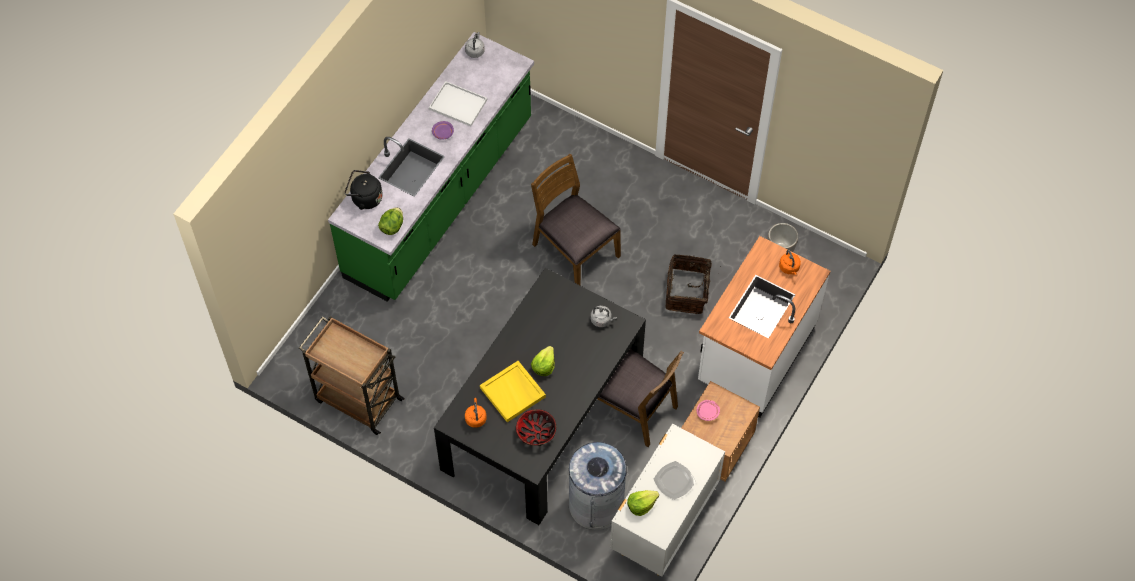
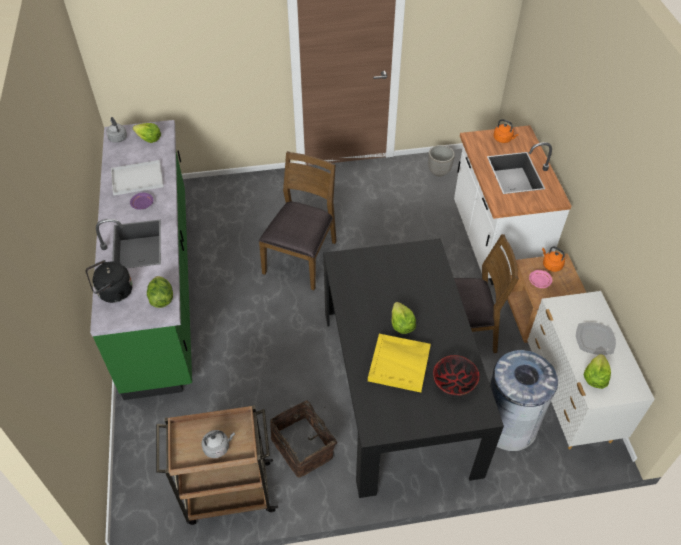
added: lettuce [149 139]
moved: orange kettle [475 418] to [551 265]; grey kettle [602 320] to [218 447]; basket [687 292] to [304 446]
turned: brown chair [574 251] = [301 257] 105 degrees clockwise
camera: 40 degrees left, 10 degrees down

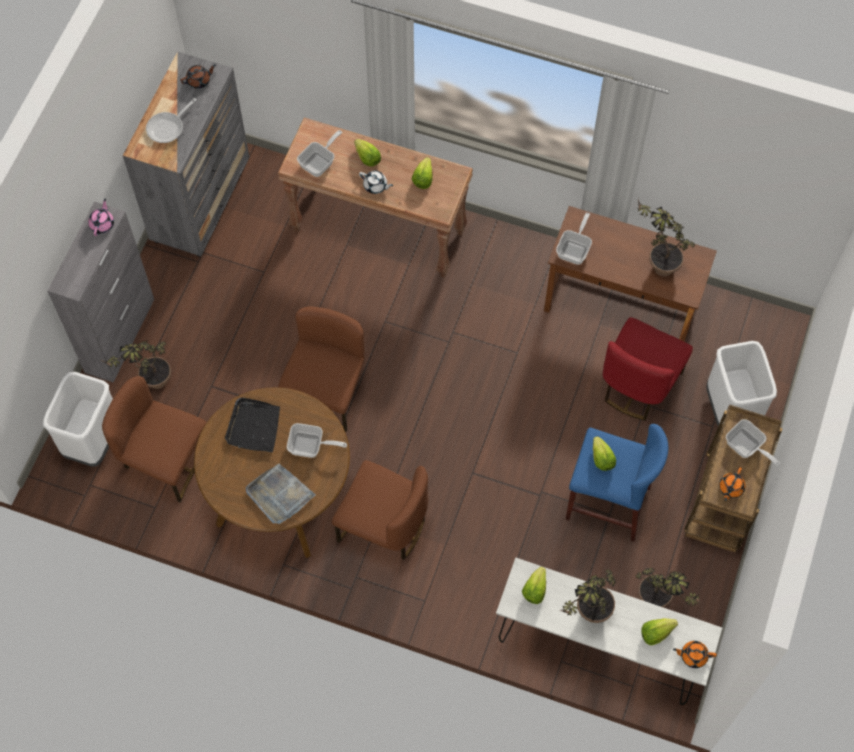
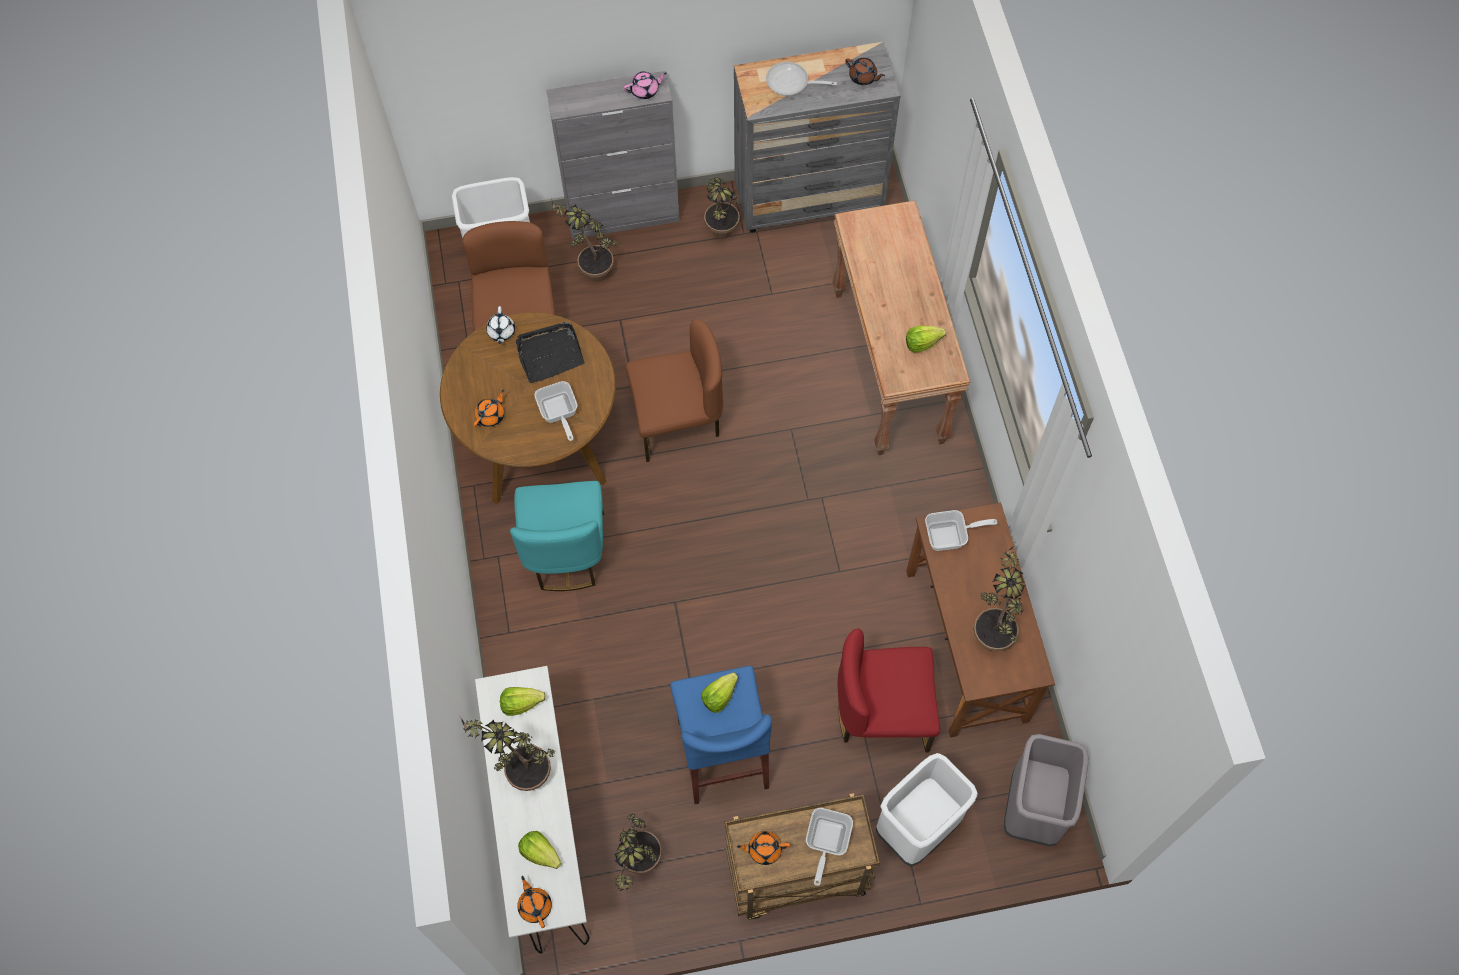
removed: frying pan [320 162]; lettuce [367 158]
added: potted plant [721 236]; grey trash can [1033 809]
moved: white teapot [375 186] to [501 332]
replaced: grey tray [279 495] to orange teapot [491 415]
recoloured: brown chair [383 526] to turquoise chair [565 551]
camera: 60 degrees right, 0 degrees up

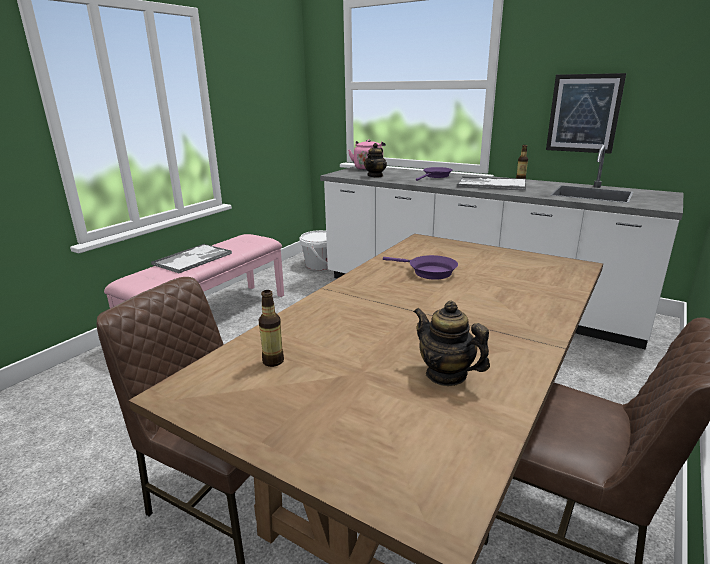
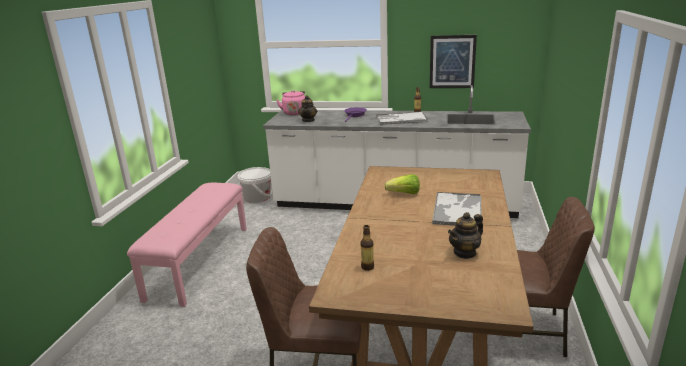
moved: tray [193 259] to [457 210]
replaced: purple frying pan [428 272] to lettuce [404 194]
turned: teapot [446 375] = [465 253] 60 degrees counterclockwise
camera: 20 degrees left, 0 degrees up

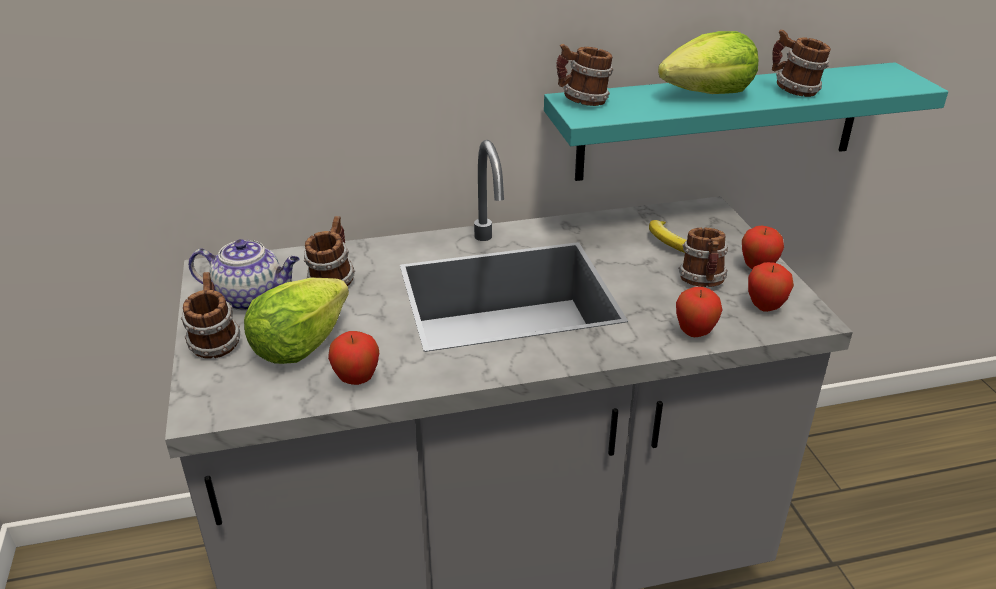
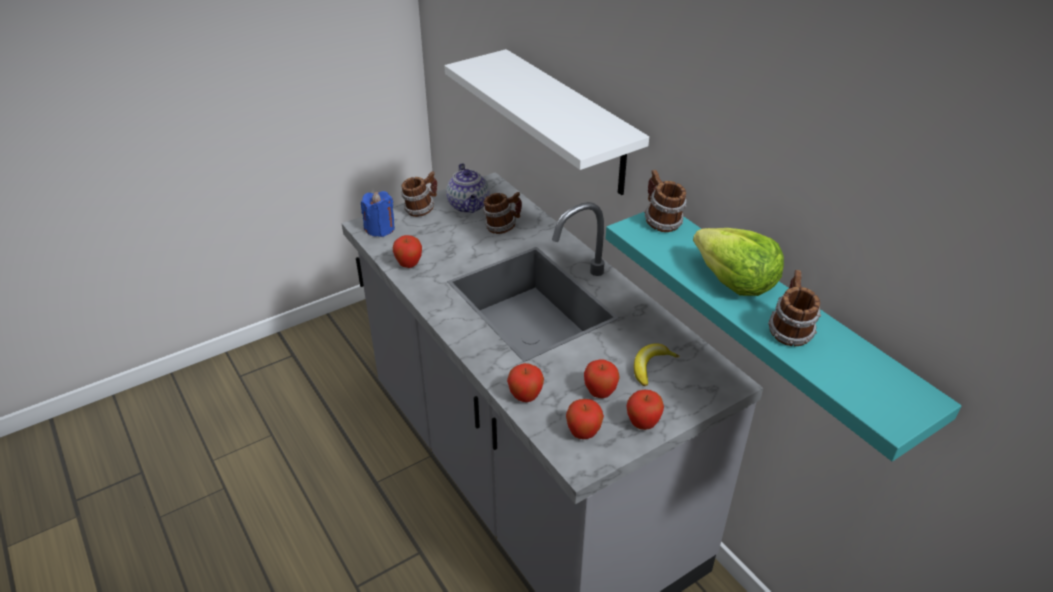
removed: lettuce [299 345]
added: blue candle [380 229]; white shelf [570 123]
replaced: mug [702 282] to apple [600 393]
camera: 70 degrees right, 5 degrees up

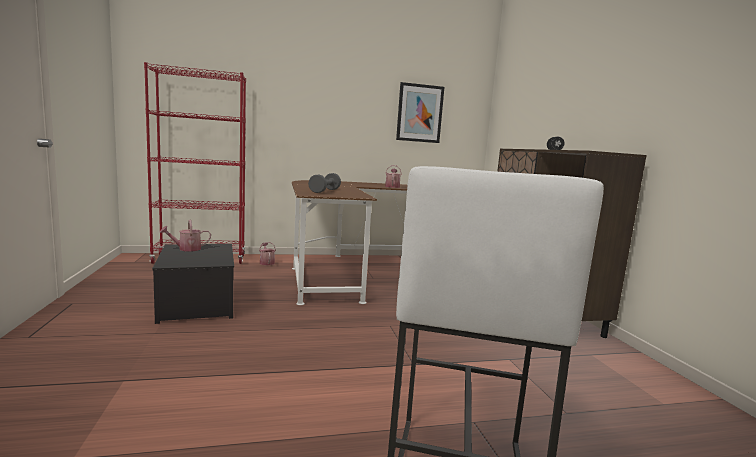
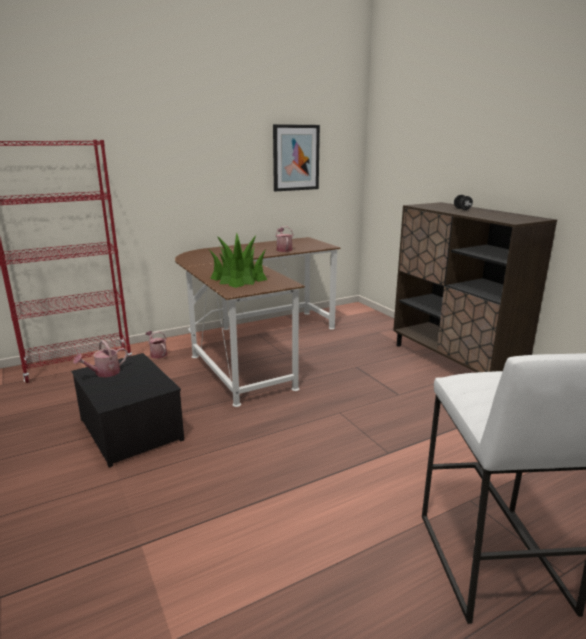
replaced: grey dumbbell [325 191] to potted plant [238 279]
camera: 15 degrees left, 10 degrees up

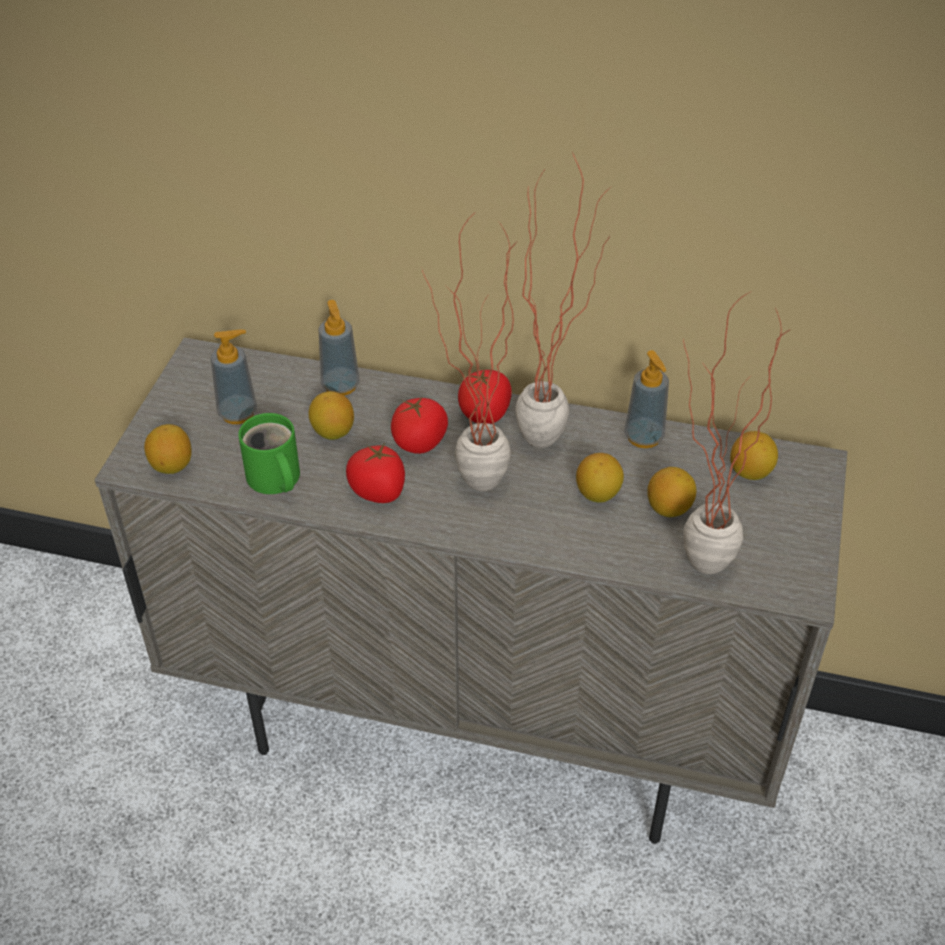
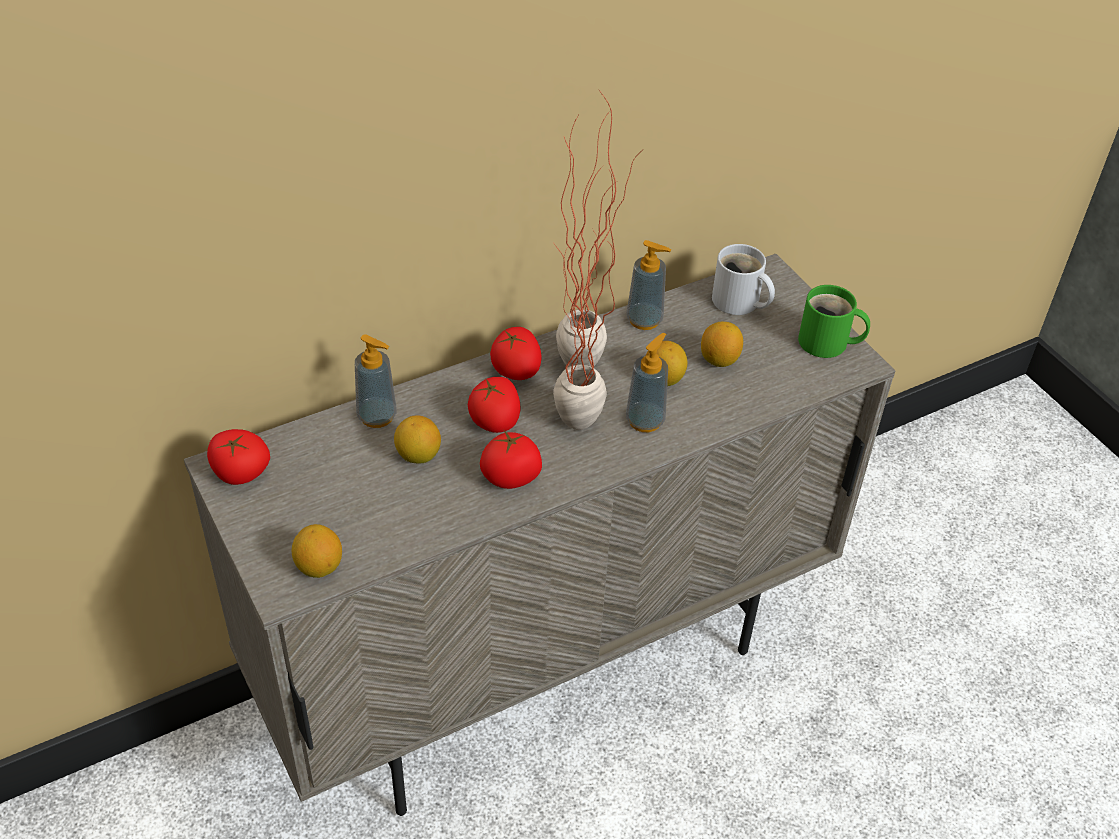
removed: potted plant [690 569]
added: tomato [240 473]
moved: soap dispenser [238 413] to [645 420]; green mug [273 479] to [827 344]
replaced: lemon [750 472] to white mug [738 303]
camera: 45 degrees left, 0 degrees up

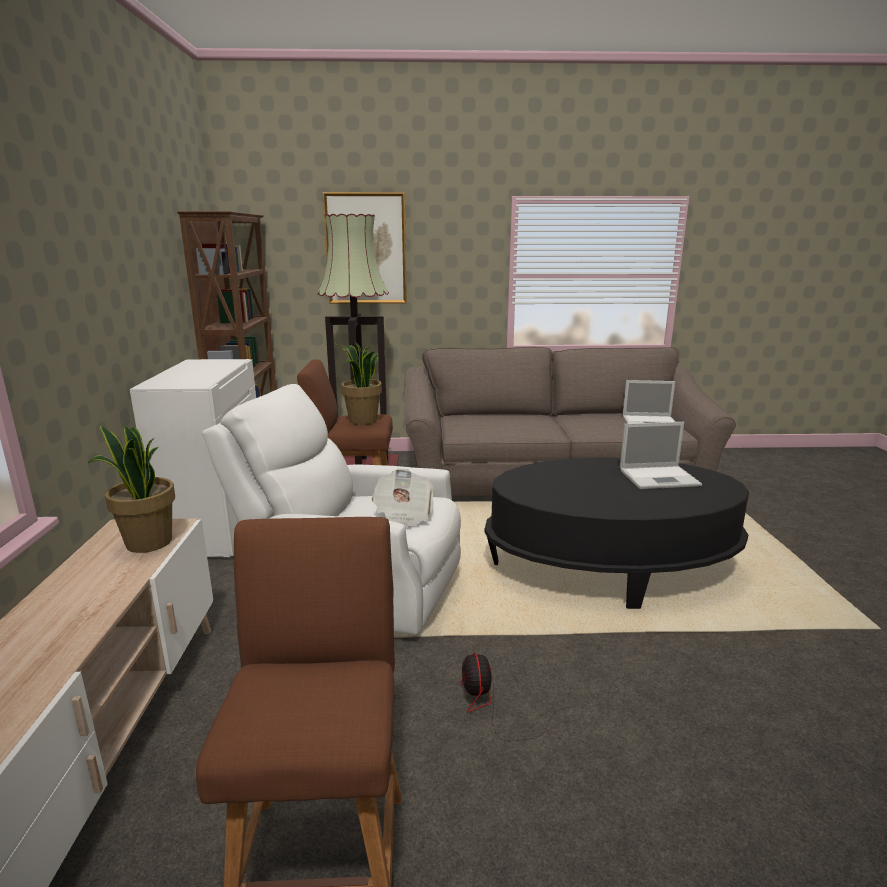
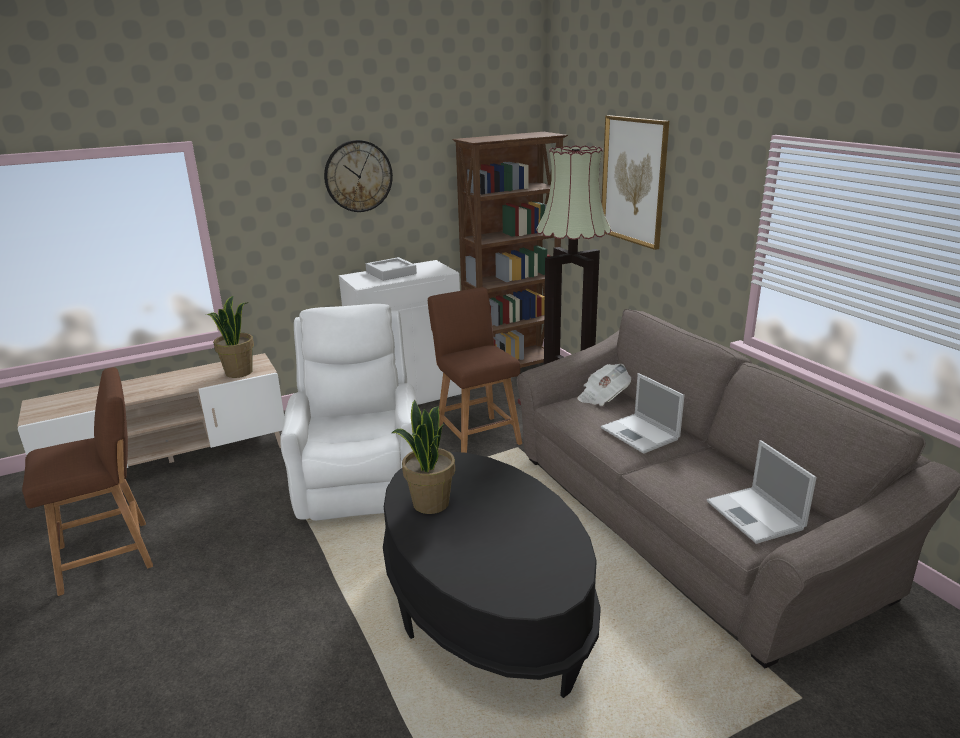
removed: fan [494 707]
added: wall clock [358 176]; grey tray [391 273]
moved: potted plant [362 420] to [430 503]; newspaper [403 515] to [602 397]; laptop [660 477] to [641 434]
camera: 65 degrees right, 5 degrees up

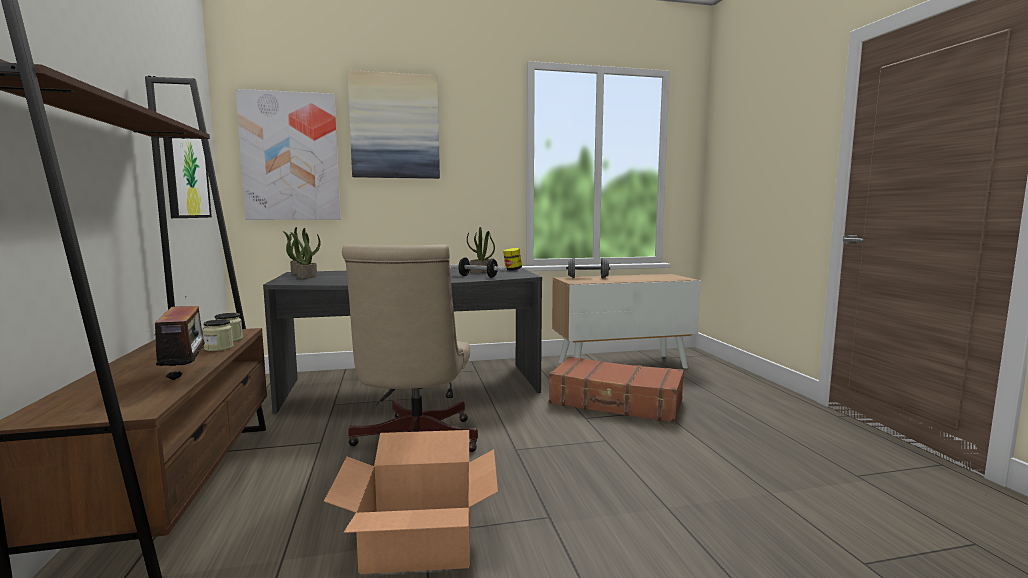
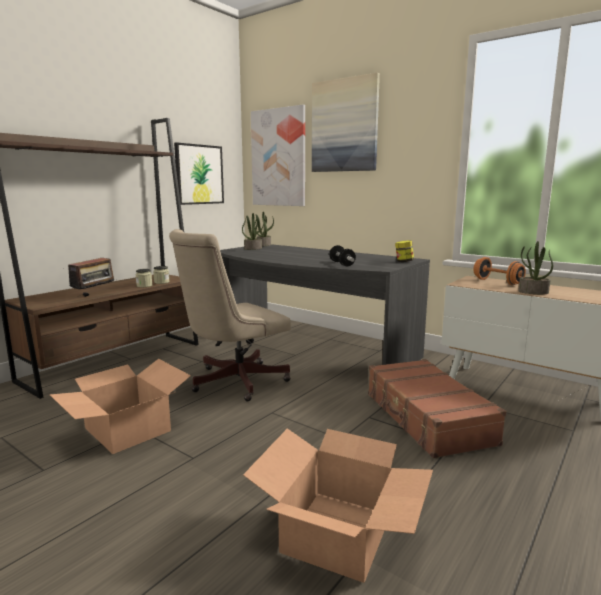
added: cardboard box [339 533]
moved: potted plant [481 272] to [533 292]
recoloured: grey dumbbell [587 278] to orange dumbbell [497 282]
camera: 50 degrees right, 5 degrees up

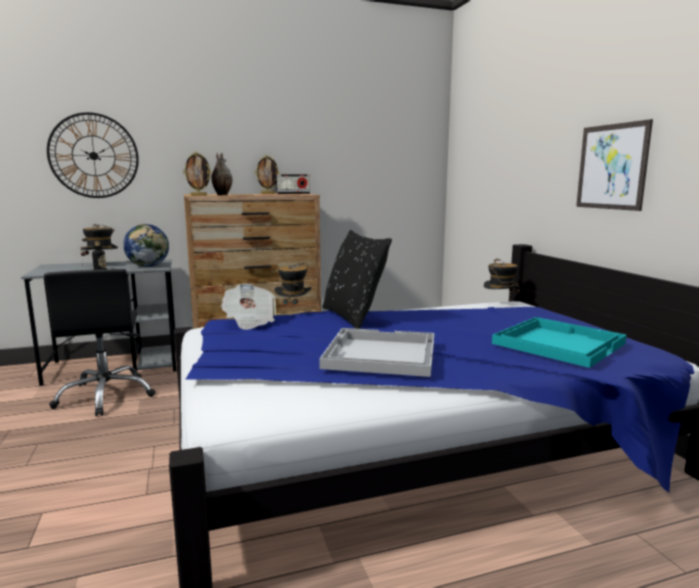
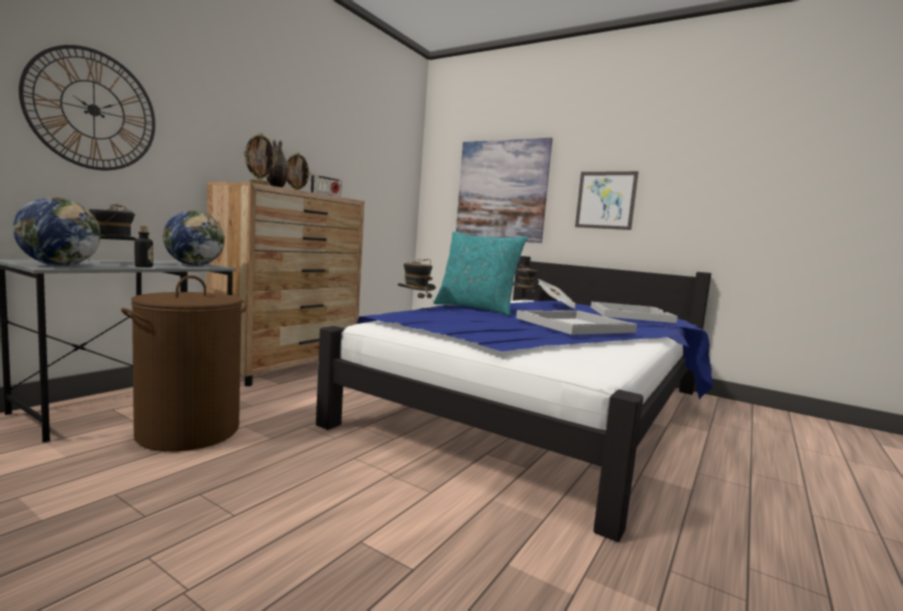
added: globe [60 265]; picture [501 190]
moved: newspaper [249 321] to [556 305]
replaced: black office chair [106 396] to brown laundry basket [188 432]
recoloured: black pillow [354 317] to turquoise pillow [476 308]; turquoise tray [558 343] to white tray [629 314]
camera: 40 degrees left, 5 degrees down

